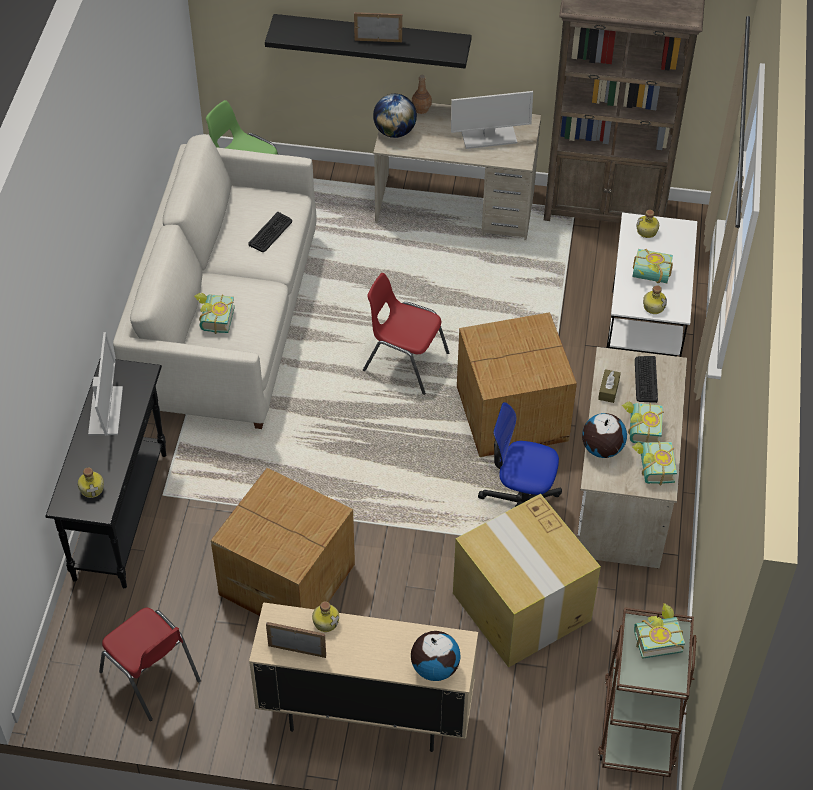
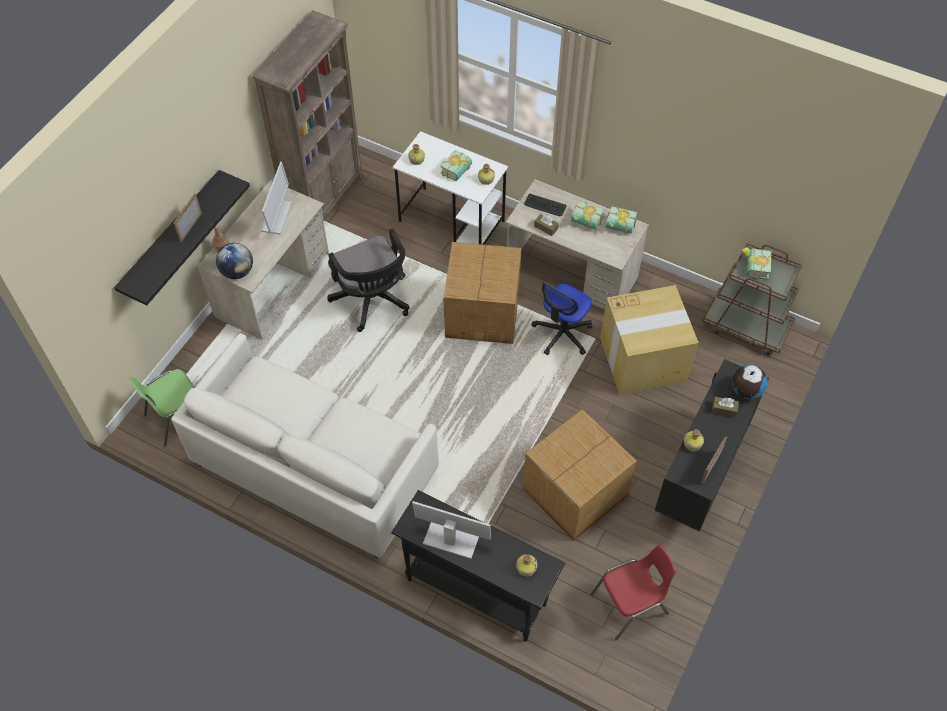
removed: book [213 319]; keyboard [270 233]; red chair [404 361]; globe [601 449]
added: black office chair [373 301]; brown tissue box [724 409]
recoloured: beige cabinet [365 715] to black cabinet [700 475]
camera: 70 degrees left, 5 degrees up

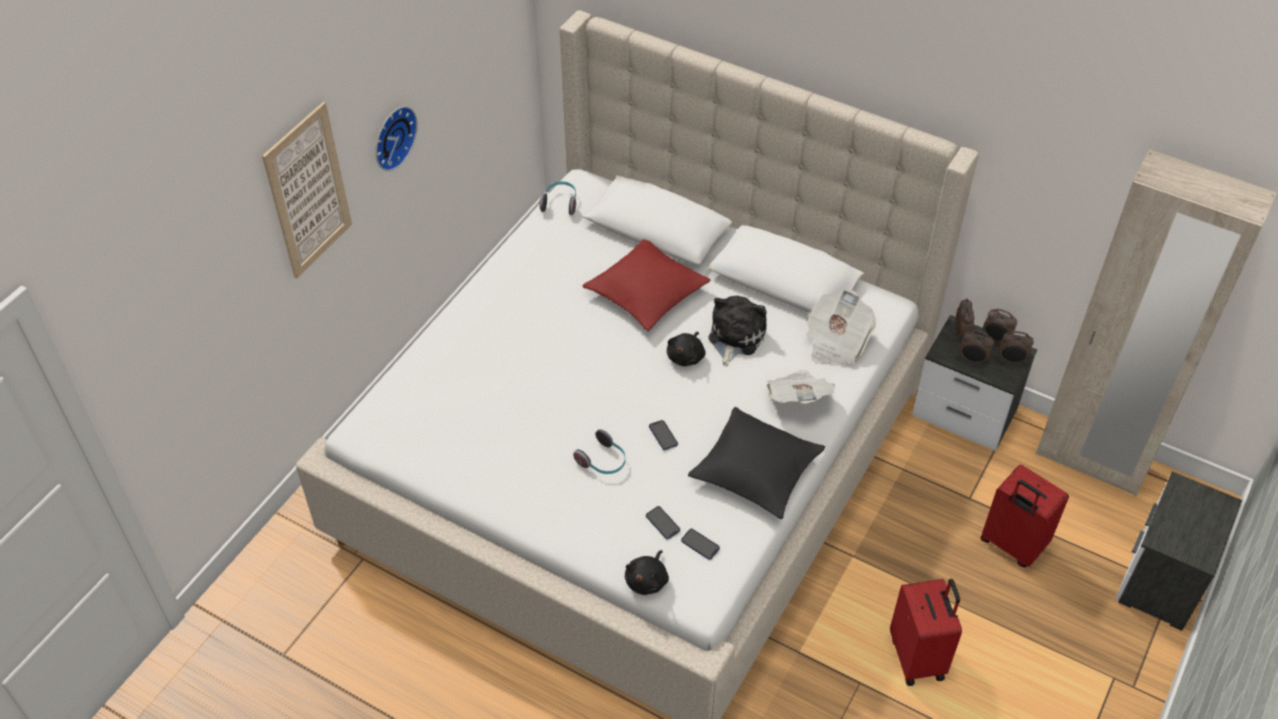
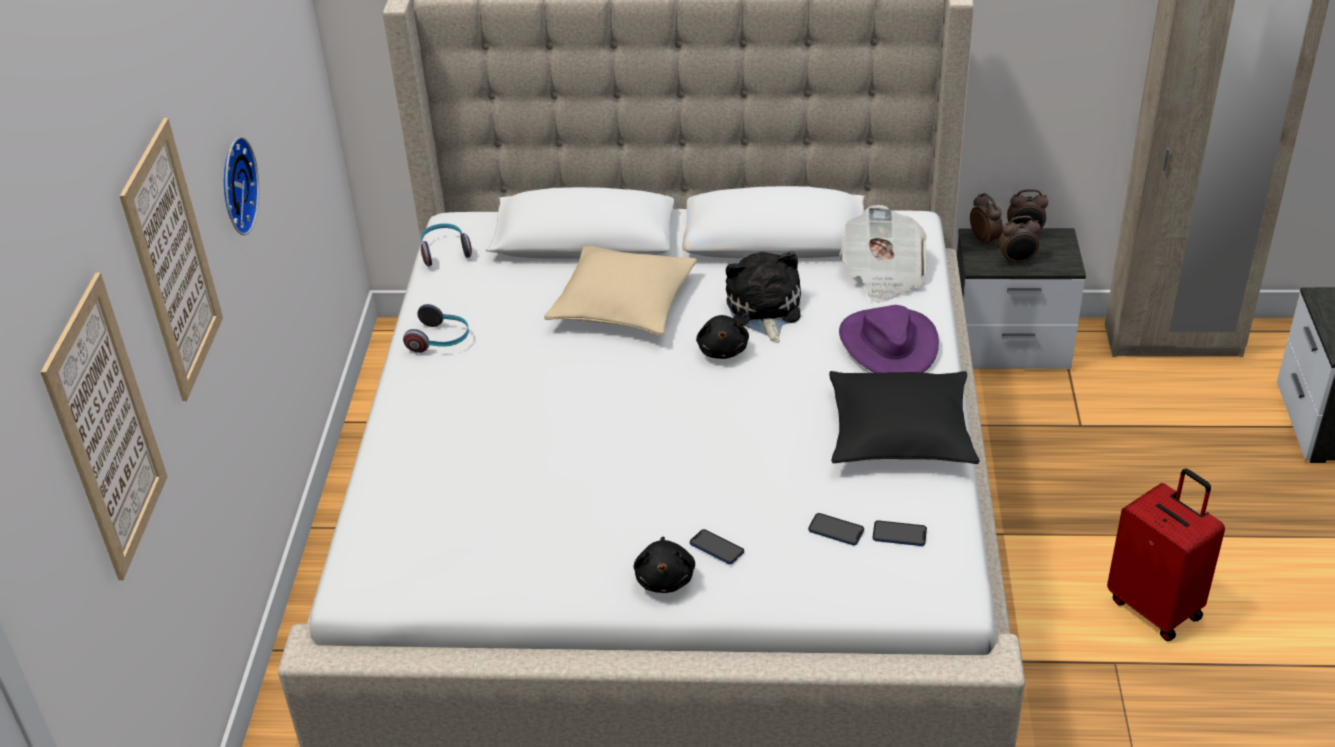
removed: red suitcase [1011 545]; alarm clock [1011 360]
added: picture [107 429]
moved: headphones [603 461] to [440 340]; black plush toy [647 580] to [665 578]; phone [663 436] to [716 548]
replaced: newspaper [798 399] to purple hat [887 344]
recoloured: red pillow [646 293] to beige pillow [623 304]
camera: 25 degrees left, 10 degrees down

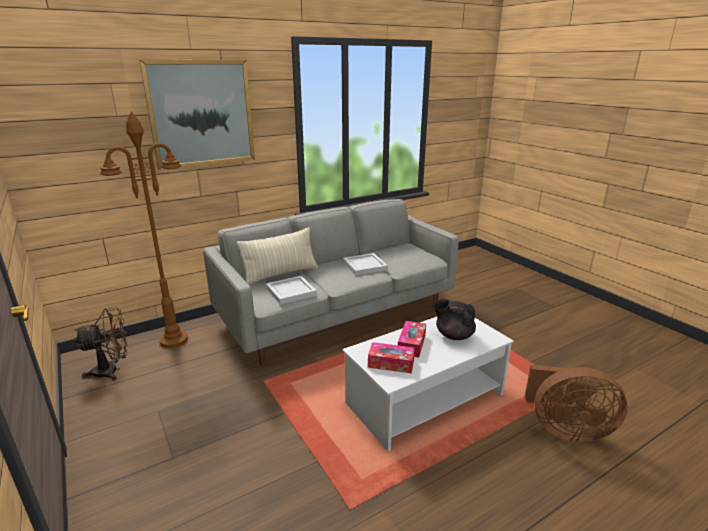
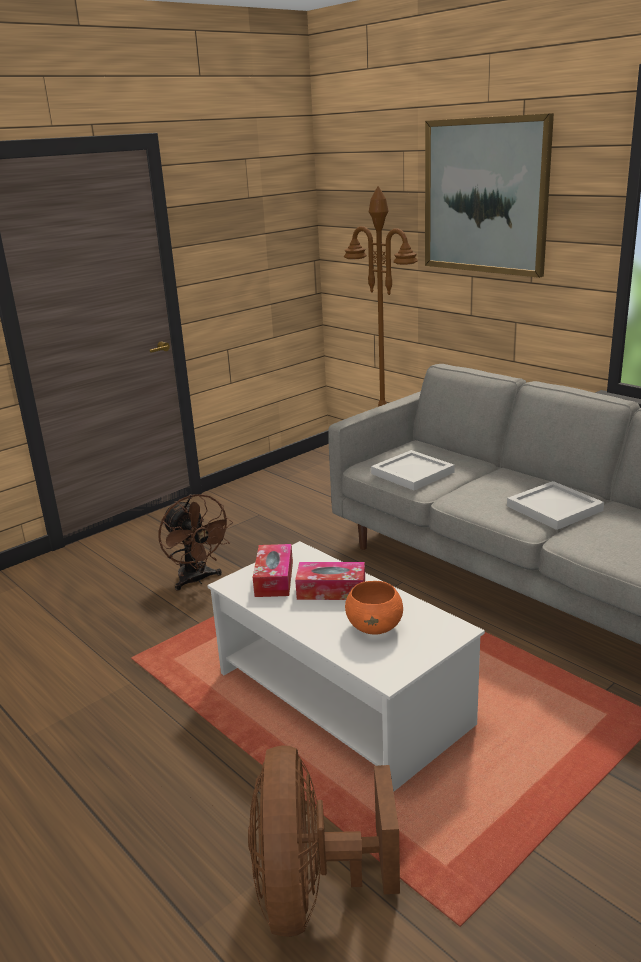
removed: beige pillow [280 275]
moved: brown fan [112 370] to [197 580]
replaced: black teapot [453 335] to orange bowl [375 627]
camera: 80 degrees right, 0 degrees up

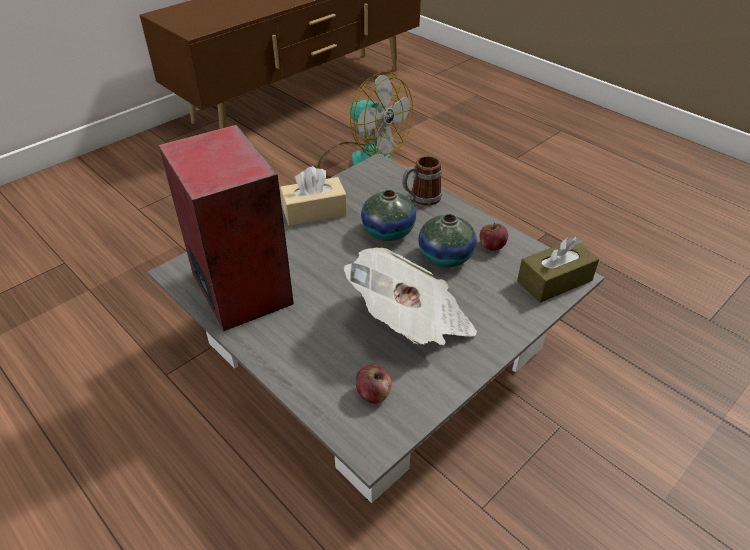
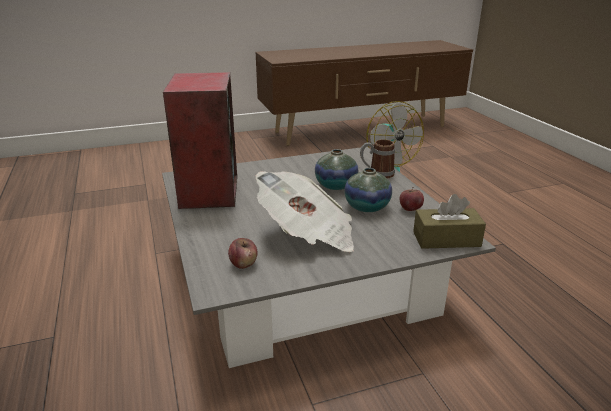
removed: beige tissue box [314 211]
camera: 25 degrees right, 15 degrees down

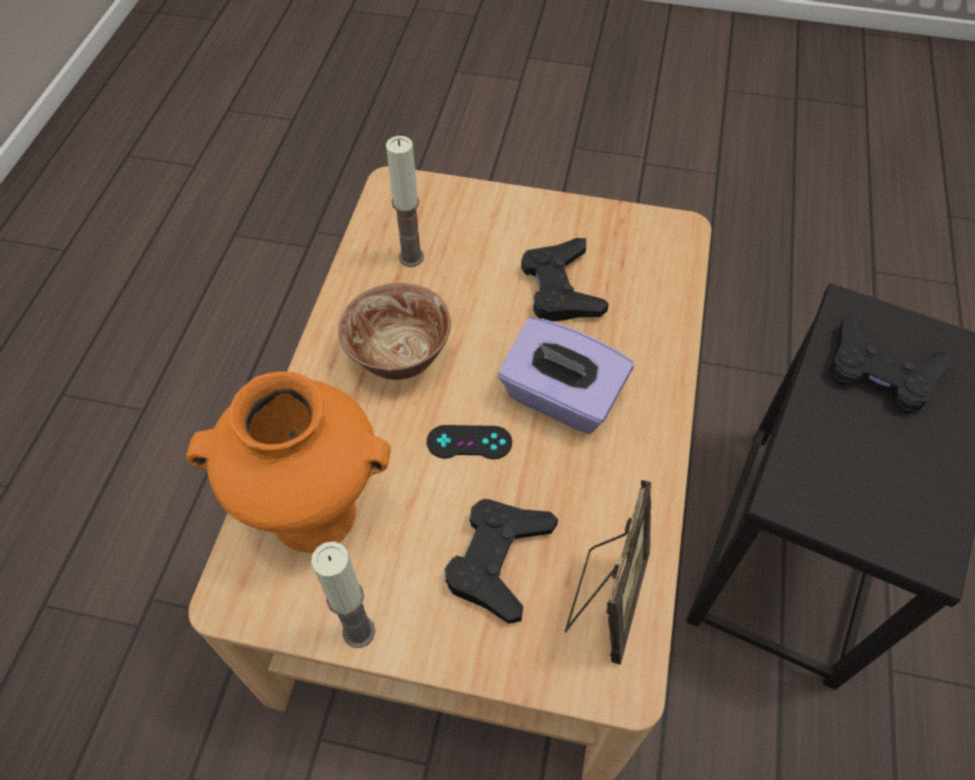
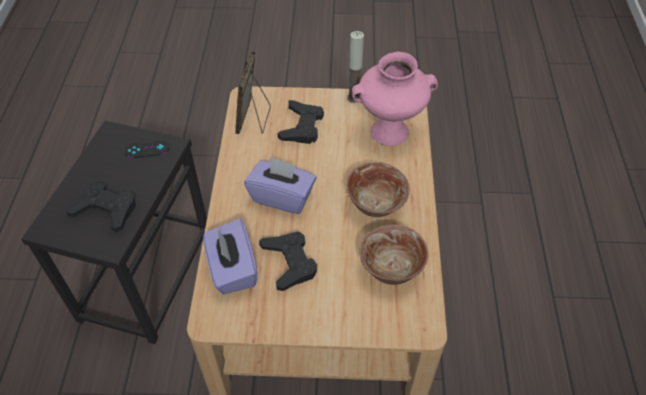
added: purple tissue box [232 269]
moved: black game controller [469 442] to [147 149]
replaced: candle [411 257] to bowl [391 270]
recoloured: orange vase [316 511] to pink vase [389 133]
camera: 170 degrees right, 5 degrees down

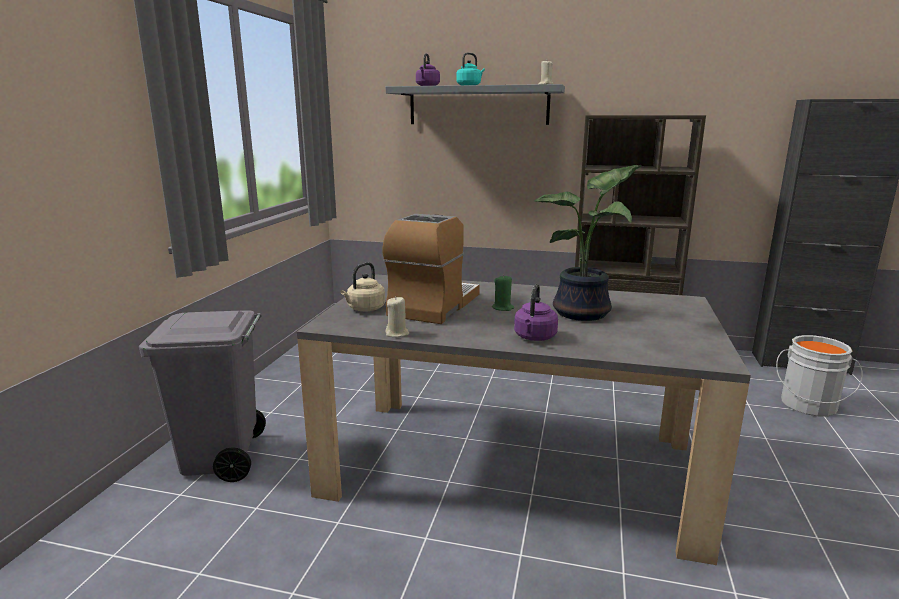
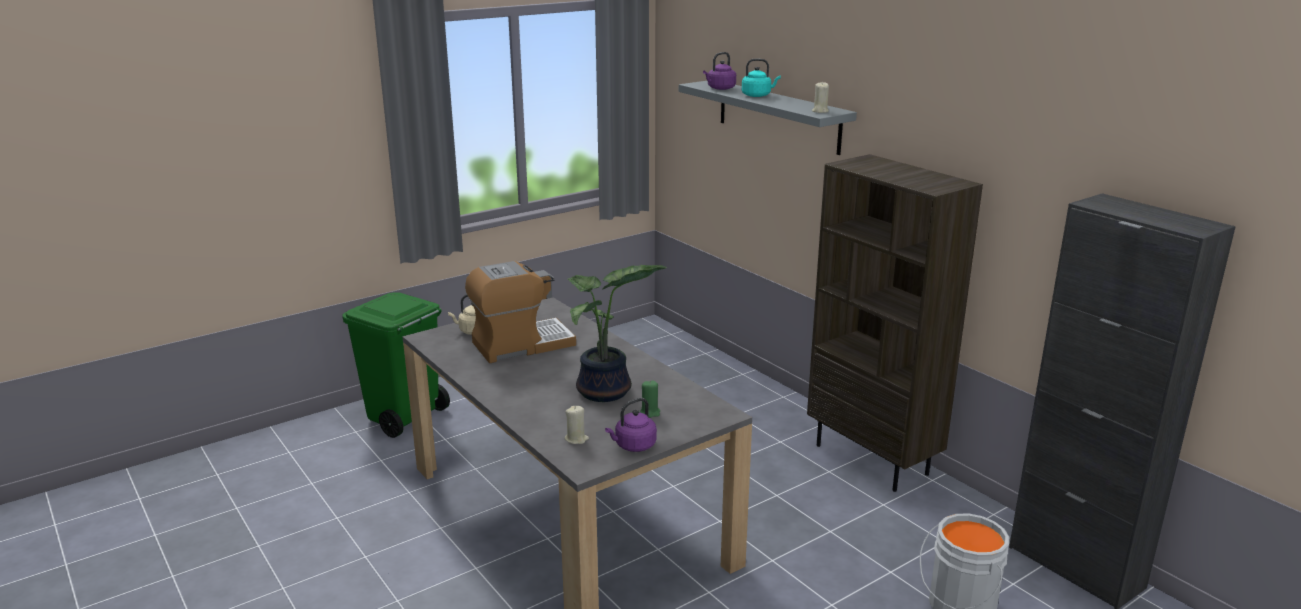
moved: beige candle [397 333] to [576 439]; green candle [503 308] to [650 412]; purple kettle [534 337] to [633 446]
recoloured: grey trash can [222 459] to green trash can [404 418]
camera: 40 degrees right, 5 degrees up

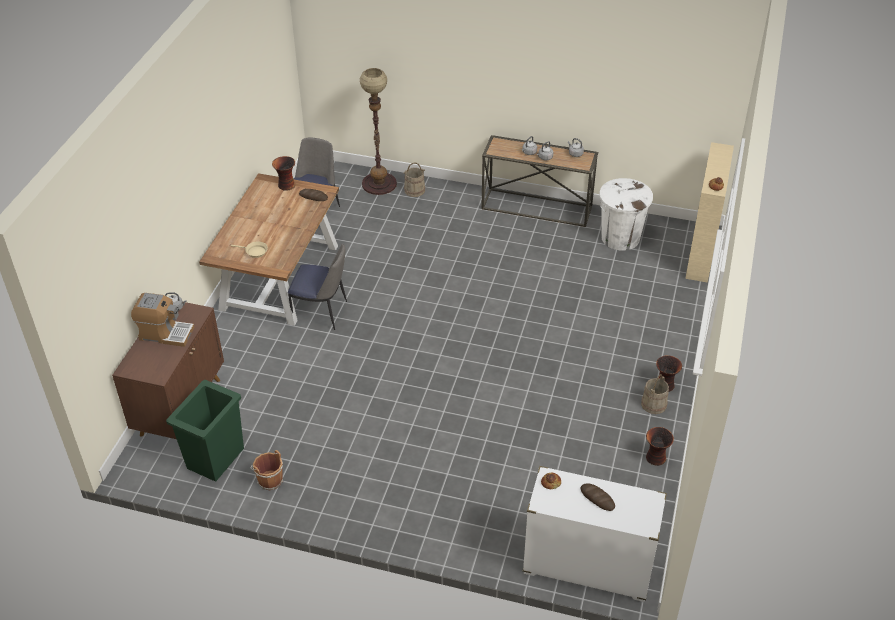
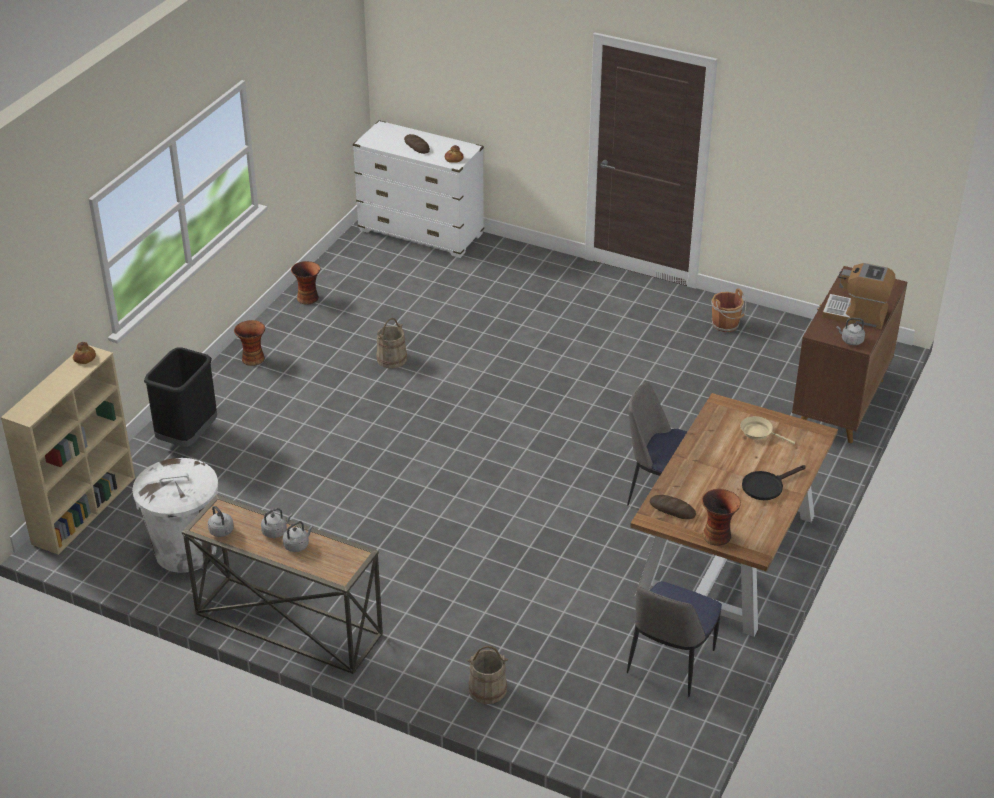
removed: green trash can [214 458]; floor lamp [379 184]
added: black trash can [187 435]; black frying pan [766 486]
moved: beige bucket [654 404] to [391 359]
camera: 170 degrees left, 5 degrees down

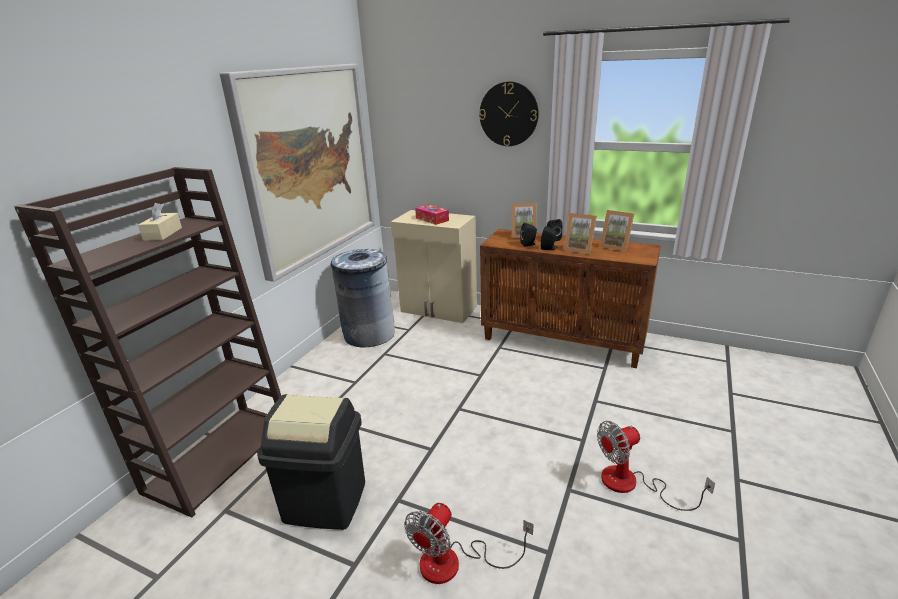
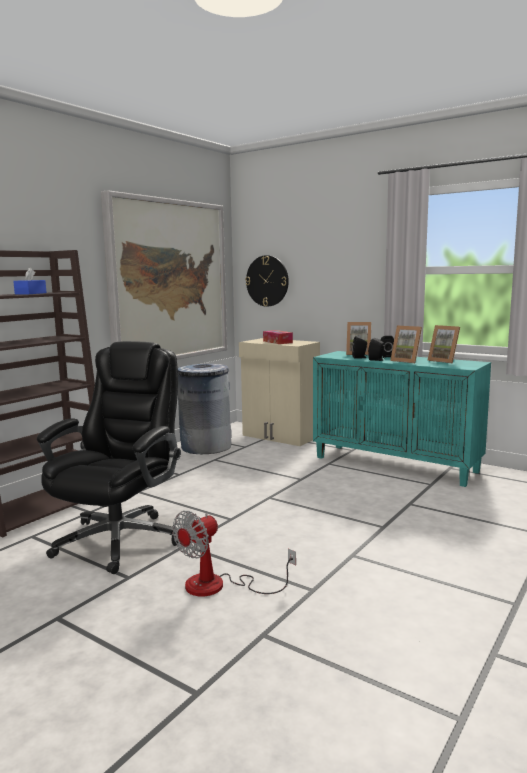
removed: fan [632 484]
moved: wall clock [508 114] to [267 281]
replaced: black trash can [325 501] to black office chair [120 539]
recoloured: beige tissue box [163 234] to blue tissue box [31 293]; brown cabinet [563 341] to turquoise cabinet [396 464]
camera: 10 degrees right, 15 degrees down

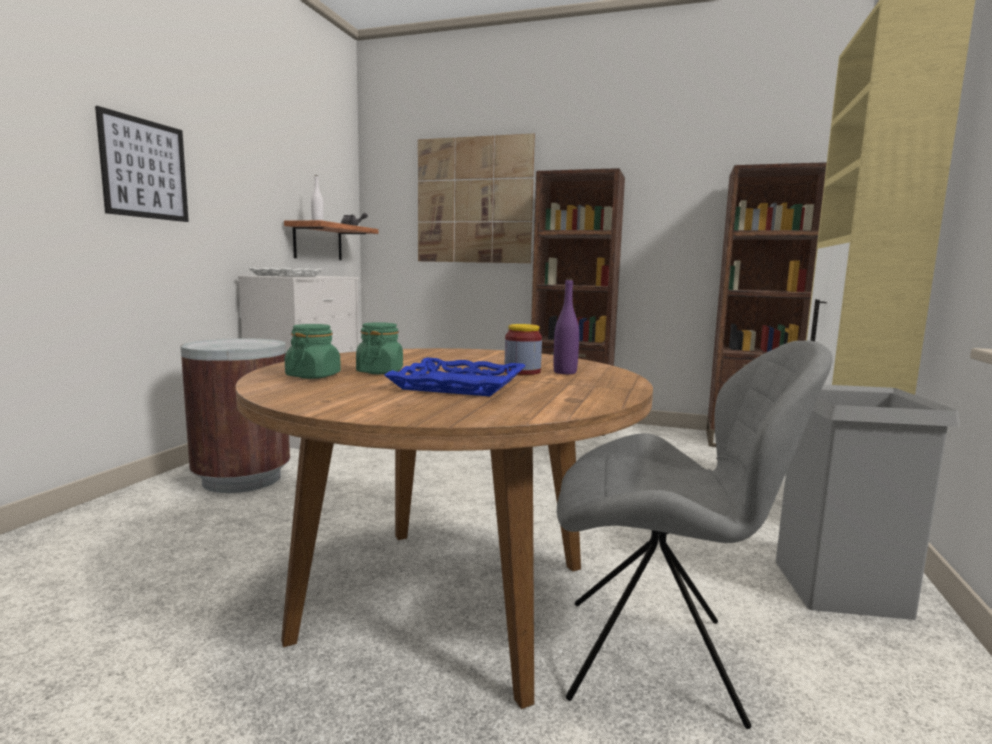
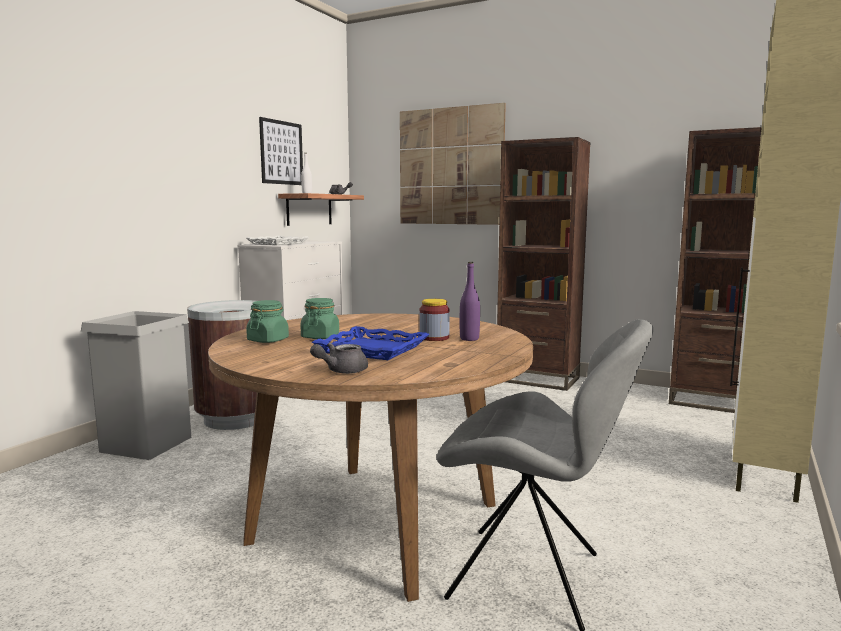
added: grey teapot [341 371]
moved: picture [145 169] to [281 152]; grey trash can [839 588] to [146 444]
camera: 10 degrees right, 0 degrees up

